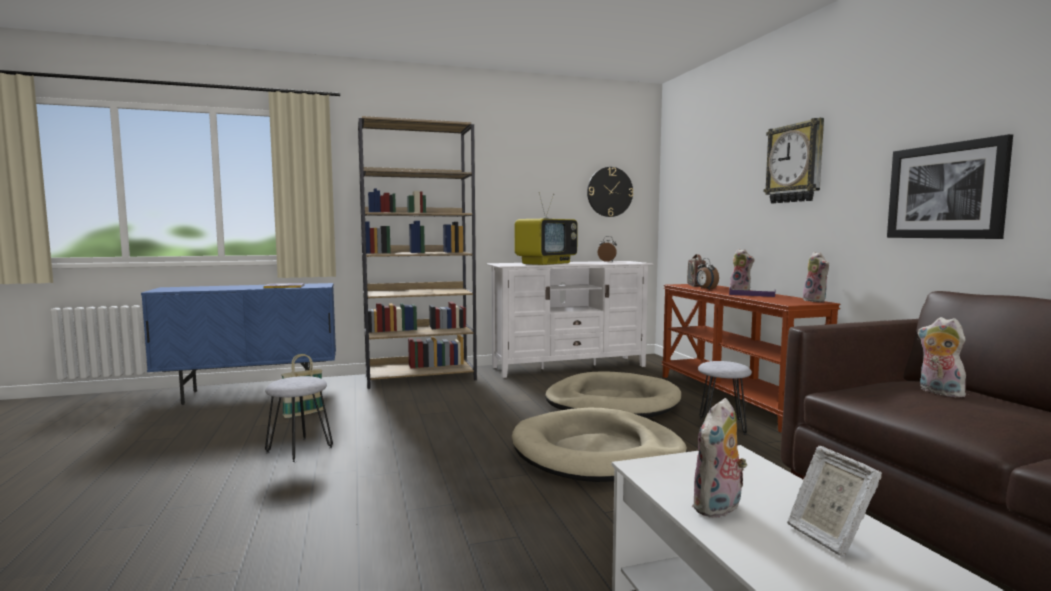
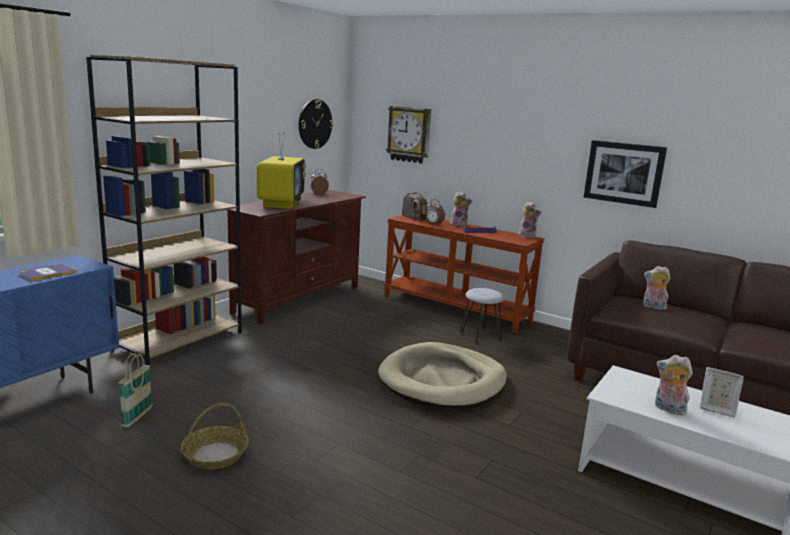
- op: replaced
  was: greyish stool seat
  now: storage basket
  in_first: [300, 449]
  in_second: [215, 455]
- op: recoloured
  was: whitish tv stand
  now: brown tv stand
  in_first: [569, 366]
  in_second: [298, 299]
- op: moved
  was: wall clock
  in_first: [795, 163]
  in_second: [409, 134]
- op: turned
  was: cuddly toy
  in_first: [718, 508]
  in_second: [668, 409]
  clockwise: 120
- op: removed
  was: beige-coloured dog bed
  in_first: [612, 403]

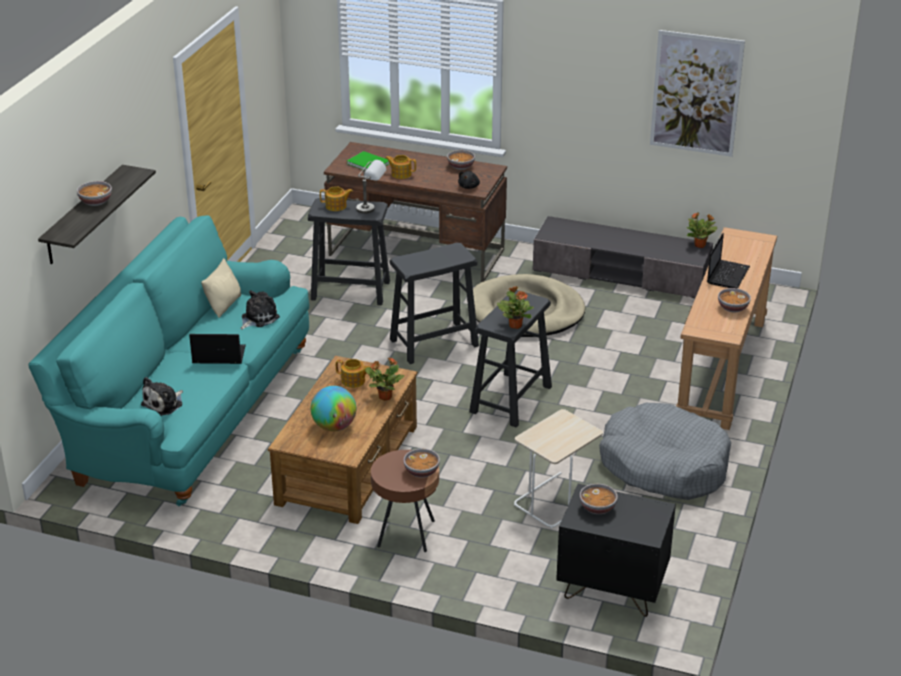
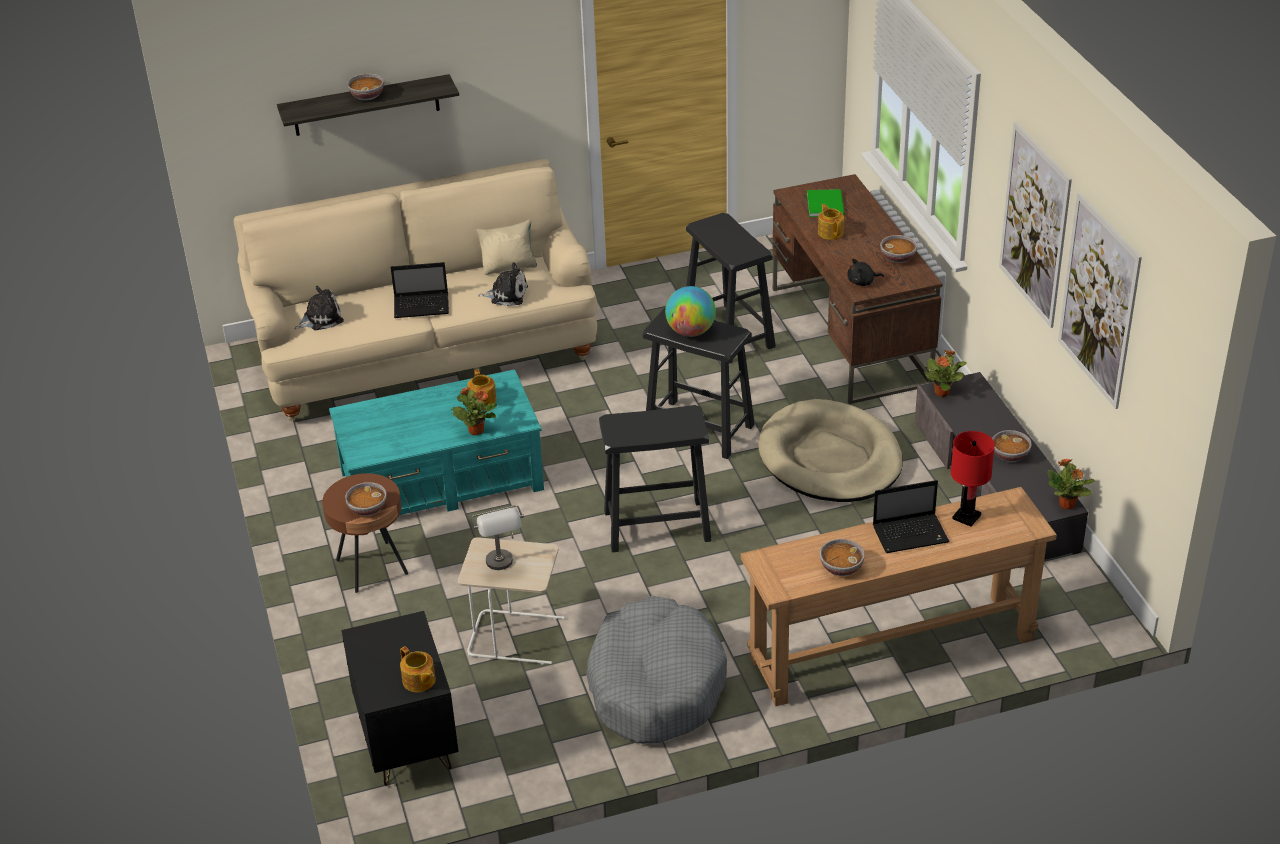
- op: recoloured
  was: turquoise sofa
  now: beige-coloured sofa
  in_first: [189, 413]
  in_second: [425, 354]
- op: turned
  was: cuddly toy
  in_first: [164, 404]
  in_second: [320, 319]
  clockwise: 150
- op: recoloured
  was: brown coffee table
  now: turquoise coffee table
  in_first: [348, 464]
  in_second: [442, 480]
- op: turned
  was: portable computer
  in_first: [217, 356]
  in_second: [423, 306]
  clockwise: 120
- op: moved
  was: pot for tea
  in_first: [336, 206]
  in_second: [419, 681]
- op: moved
  was: greyish tabletop lamp
  in_first: [371, 209]
  in_second: [502, 567]
- op: moved
  was: desk globe
  in_first: [334, 427]
  in_second: [690, 332]
- op: moved
  was: plant in a pot
  in_first: [515, 325]
  in_second: [942, 392]
- op: added
  now: reddish tabletop lamp
  in_second: [966, 517]
- op: moved
  was: deep dish
  in_first: [598, 508]
  in_second: [1010, 455]
- op: added
  now: wall art
  in_second: [1034, 225]

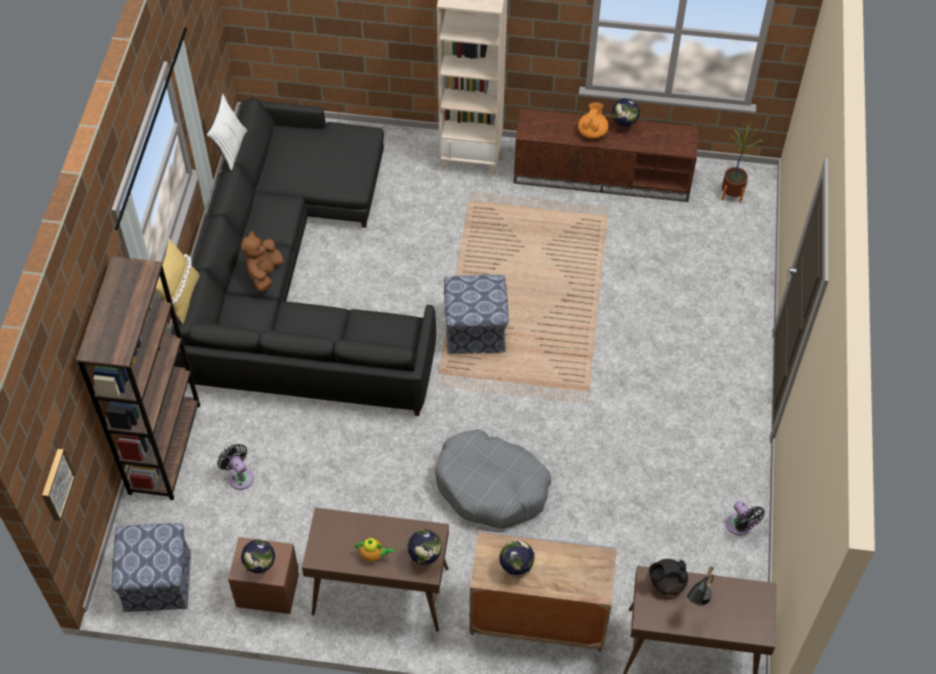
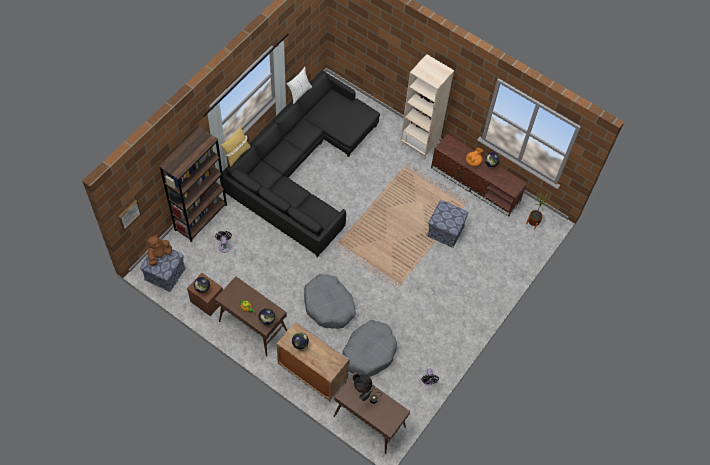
- op: moved
  was: brown cuddly toy
  in_first: [264, 274]
  in_second: [159, 255]
- op: added
  now: greyish dog bed
  in_second: [369, 352]
- op: moved
  was: pouffe
  in_first: [476, 330]
  in_second: [445, 231]

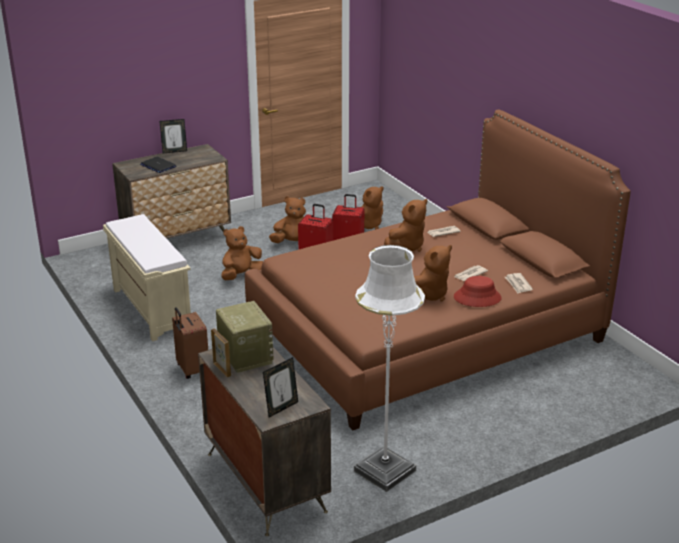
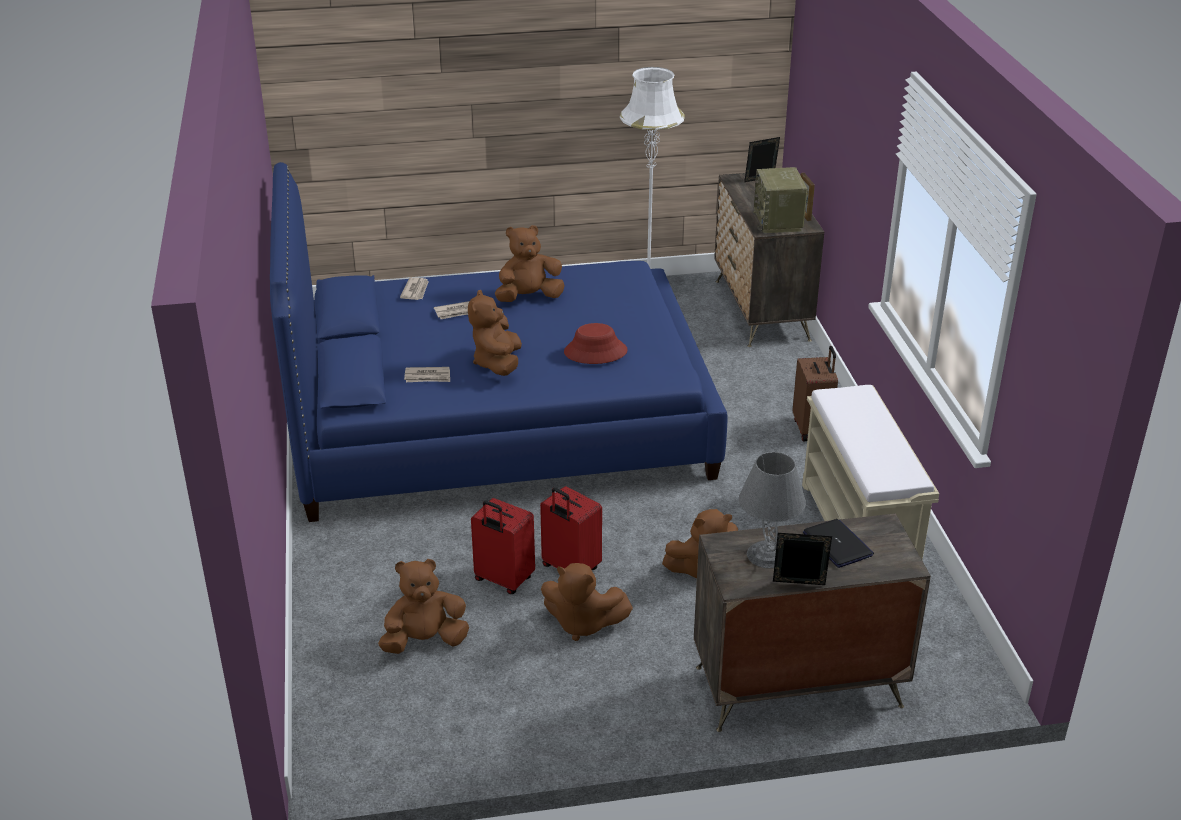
- op: recoloured
  was: brown bedroom bed
  now: blue bedroom bed
  in_first: [425, 331]
  in_second: [497, 419]
- op: turned
  was: brown cuddly toy
  in_first: [406, 246]
  in_second: [497, 363]
  clockwise: -60
- op: moved
  was: reddish clothing hat
  in_first: [477, 298]
  in_second: [595, 352]
- op: added
  now: greyish tabletop lamp
  in_second: [767, 555]

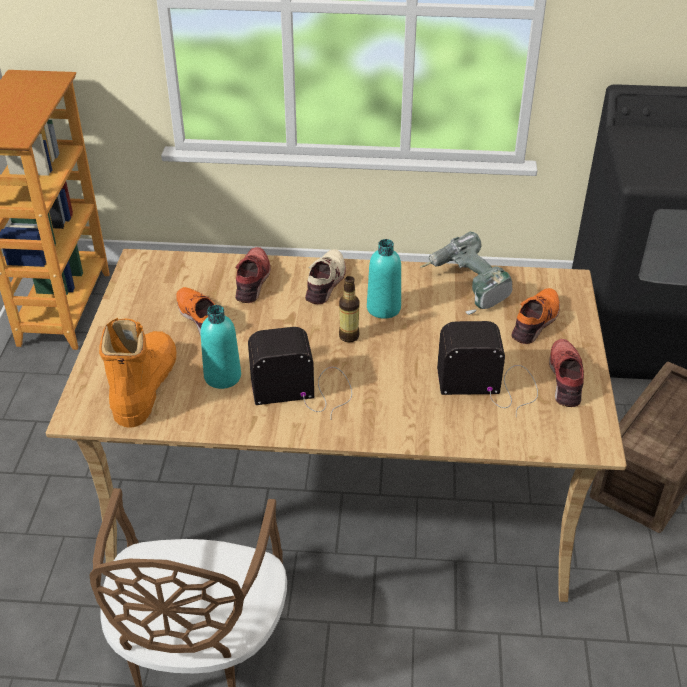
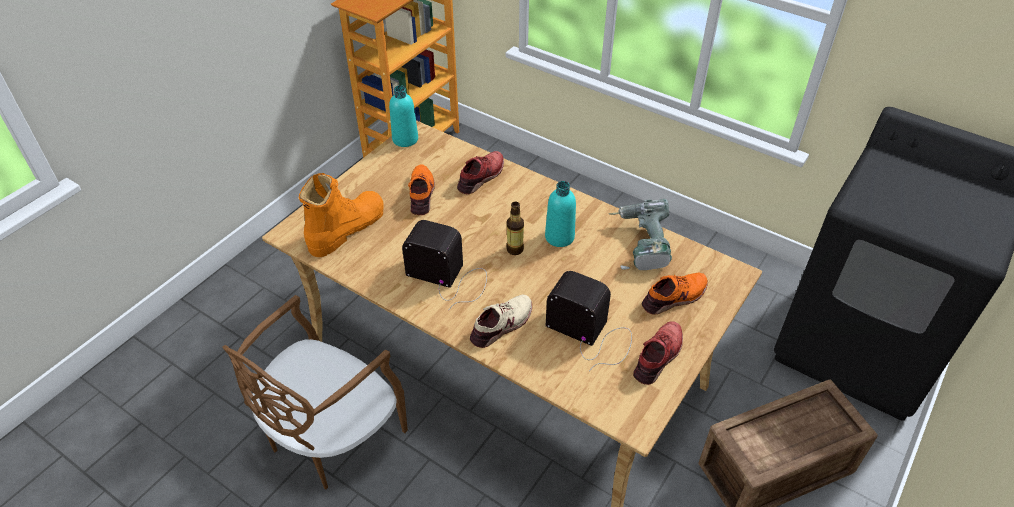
- op: moved
  was: turquoise bottle
  in_first: [222, 377]
  in_second: [405, 139]
- op: moved
  was: beige-coloured low shoe
  in_first: [326, 282]
  in_second: [502, 325]

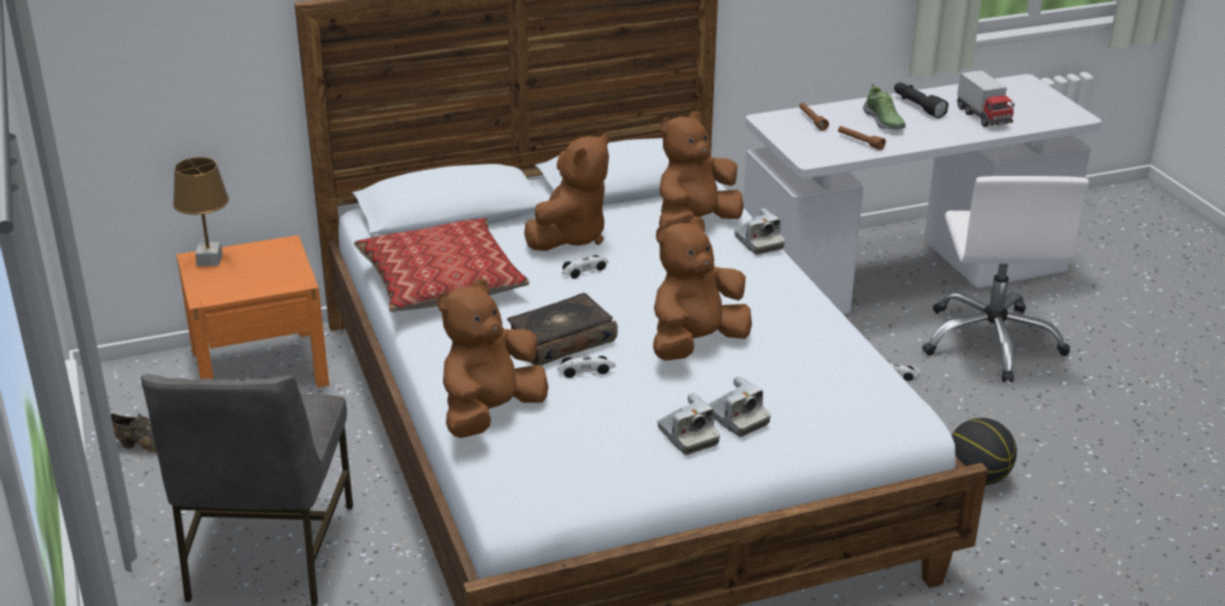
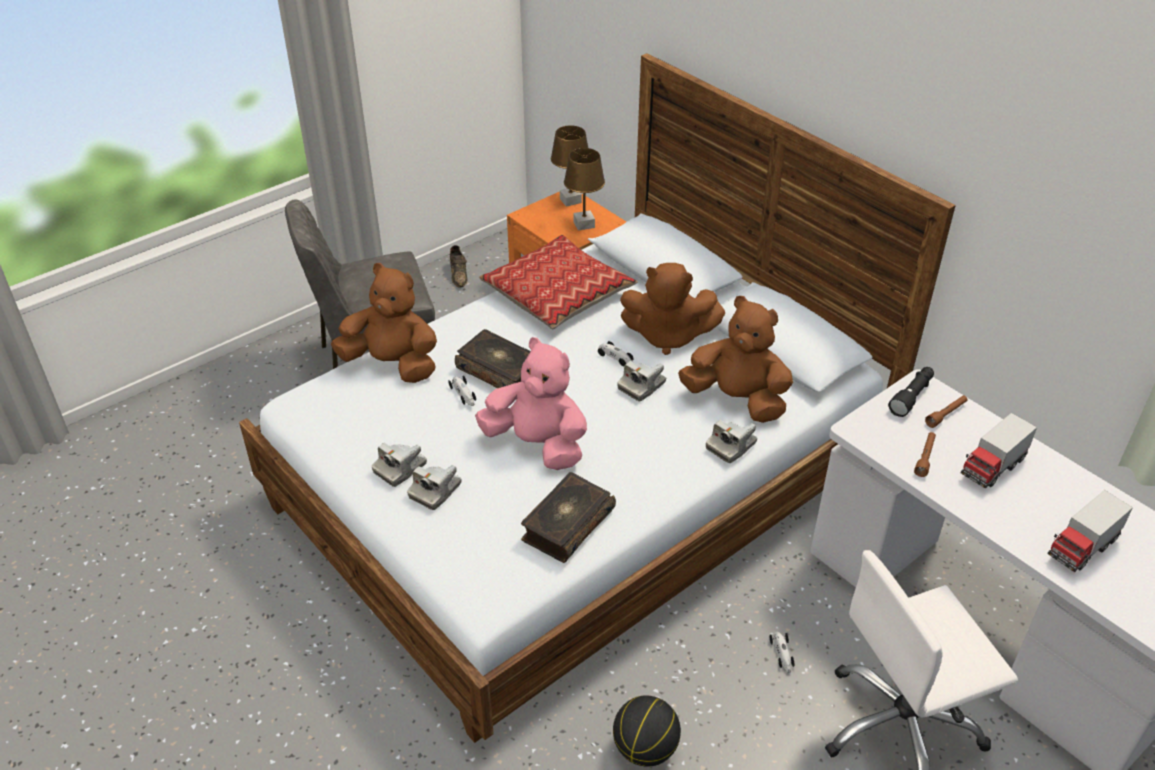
- op: recoloured
  was: brown cuddly toy
  now: pink cuddly toy
  in_first: [695, 344]
  in_second: [537, 444]
- op: added
  now: book
  in_second: [567, 525]
- op: added
  now: brown tabletop lamp
  in_second: [584, 224]
- op: added
  now: photo camera
  in_second: [641, 386]
- op: moved
  was: black torch
  in_first: [917, 106]
  in_second: [911, 396]
- op: replaced
  was: low shoe
  now: model truck
  in_first: [884, 121]
  in_second: [992, 467]

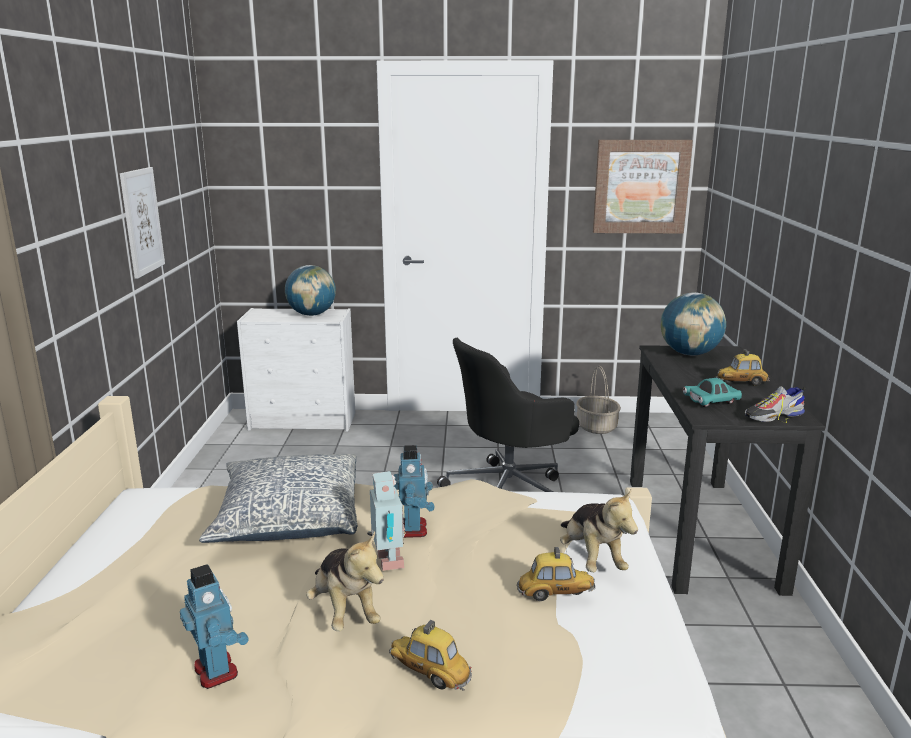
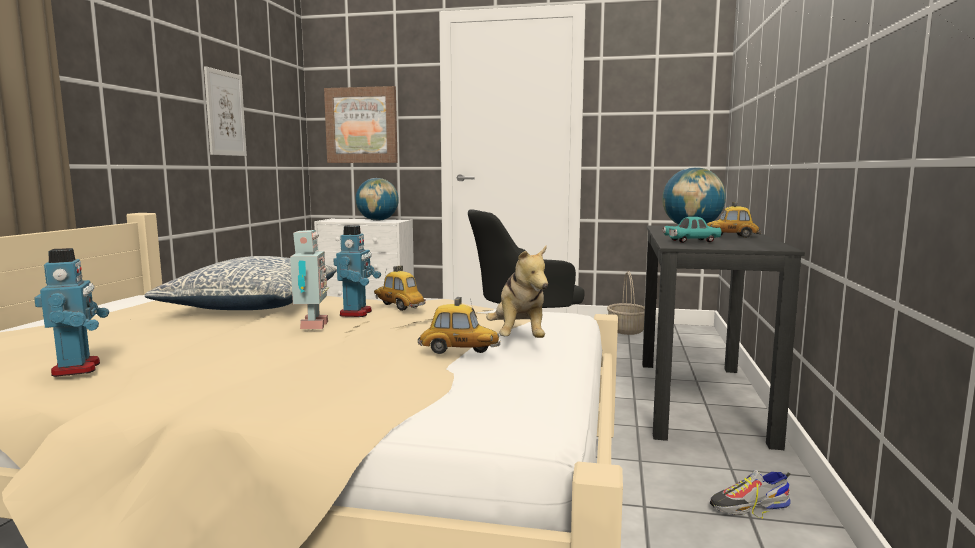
- op: moved
  was: wall art
  in_first: [640, 186]
  in_second: [362, 125]
- op: moved
  was: model car
  in_first: [429, 673]
  in_second: [398, 307]
- op: moved
  was: low shoe
  in_first: [773, 416]
  in_second: [749, 506]
- op: removed
  was: cuddly toy
  in_first: [345, 611]

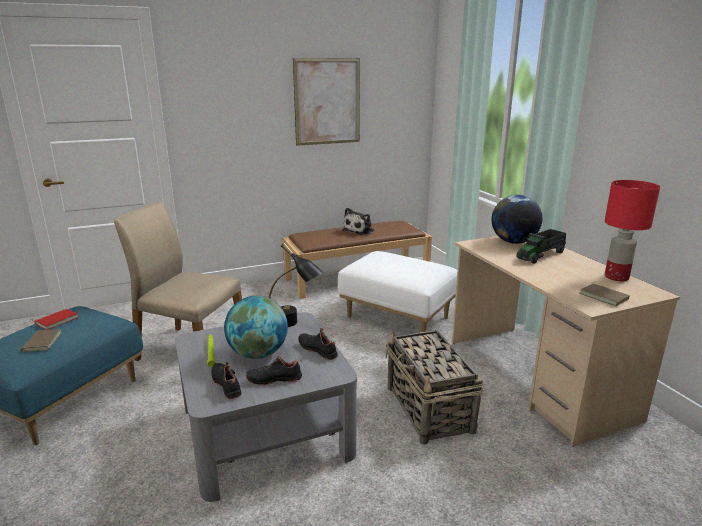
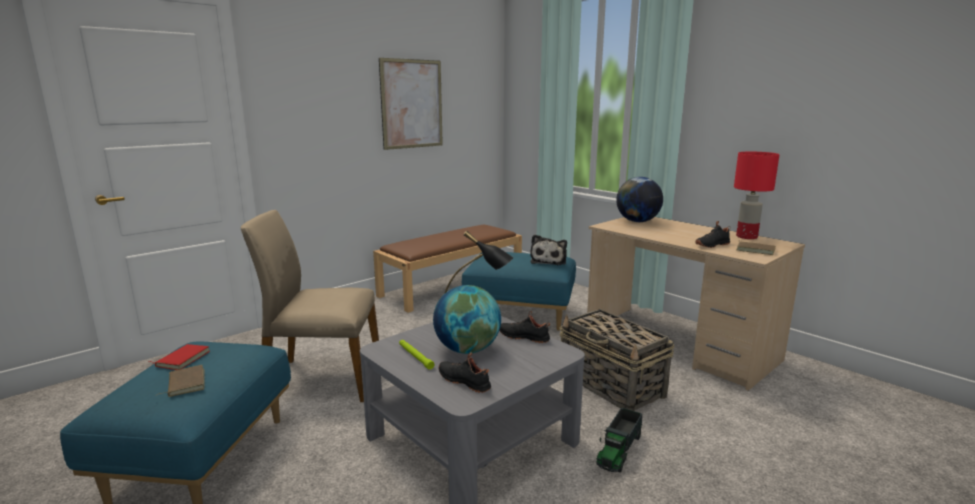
- op: recoloured
  was: whitish pouffe
  now: blue pouffe
  in_first: [398, 317]
  in_second: [520, 315]
- op: moved
  was: cuddly toy
  in_first: [360, 230]
  in_second: [549, 261]
- op: moved
  was: model truck
  in_first: [540, 256]
  in_second: [619, 450]
- op: moved
  was: black low shoe
  in_first: [274, 379]
  in_second: [711, 245]

